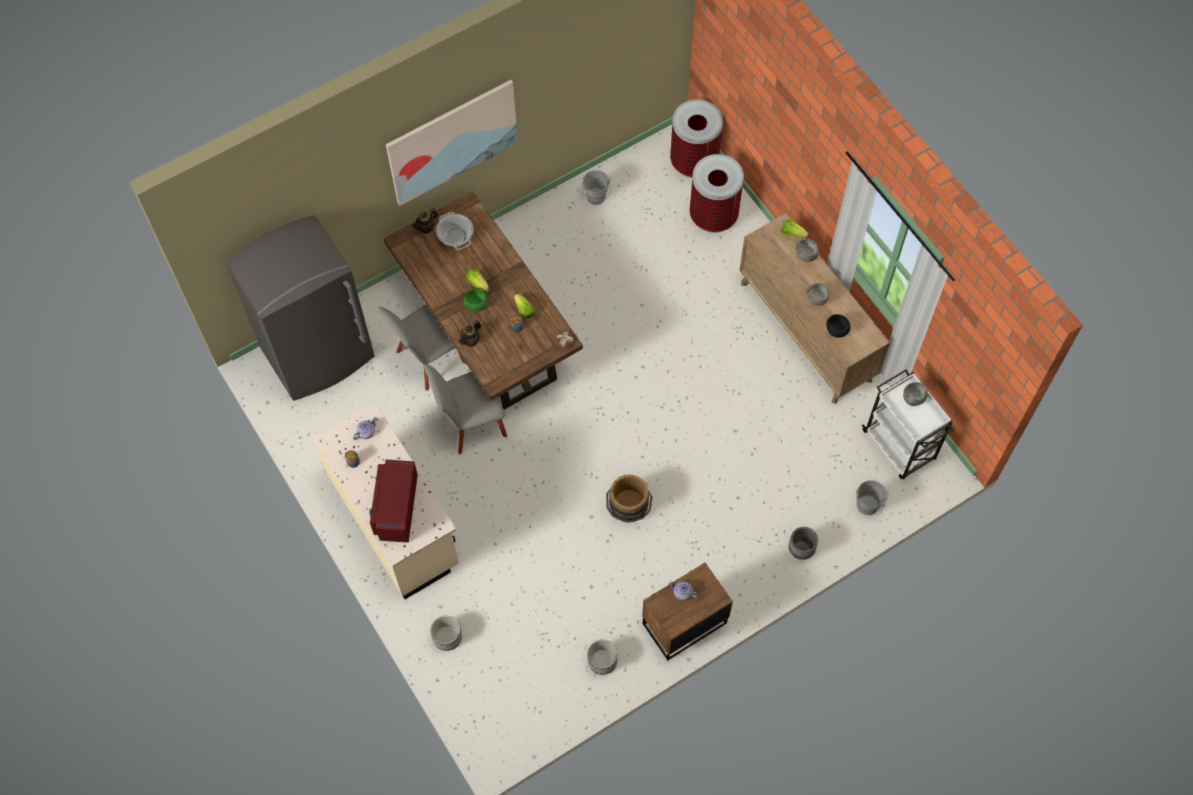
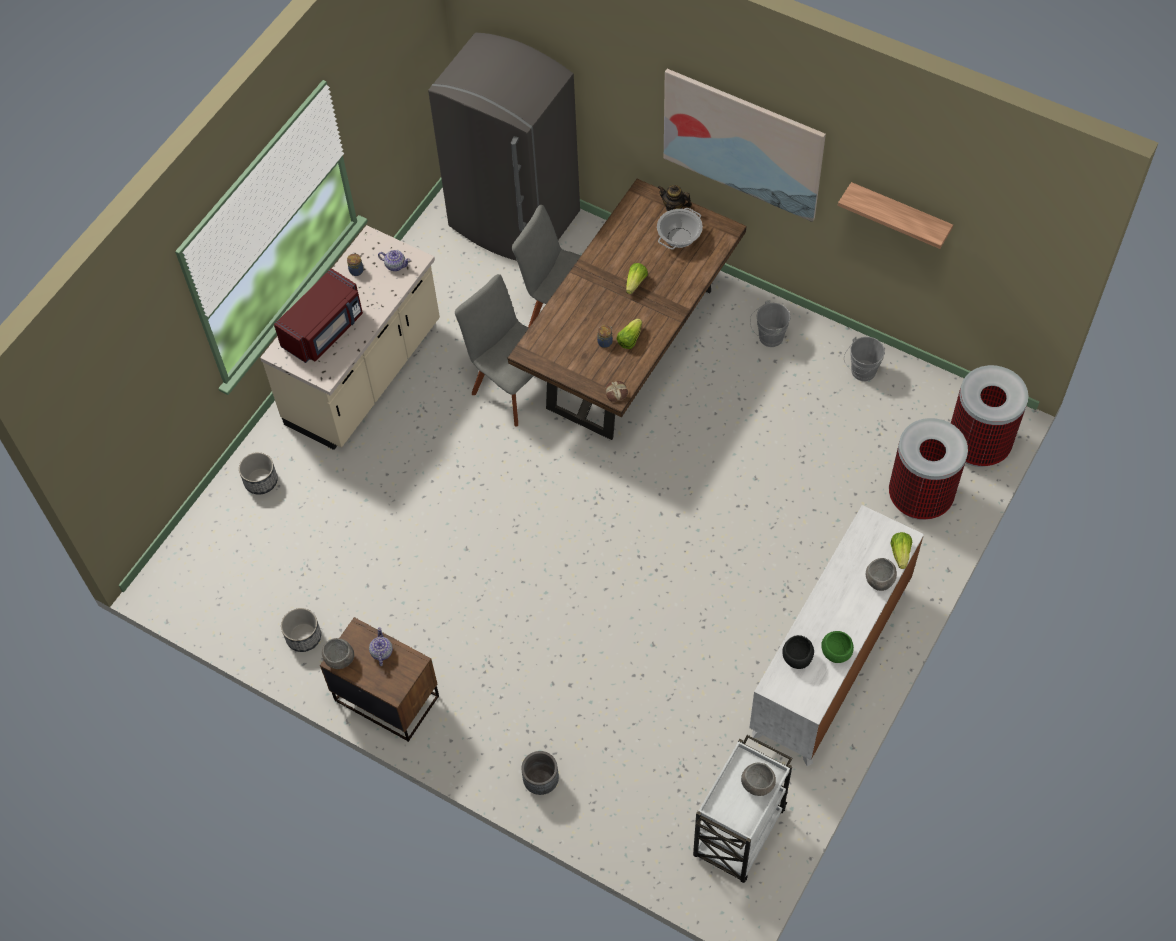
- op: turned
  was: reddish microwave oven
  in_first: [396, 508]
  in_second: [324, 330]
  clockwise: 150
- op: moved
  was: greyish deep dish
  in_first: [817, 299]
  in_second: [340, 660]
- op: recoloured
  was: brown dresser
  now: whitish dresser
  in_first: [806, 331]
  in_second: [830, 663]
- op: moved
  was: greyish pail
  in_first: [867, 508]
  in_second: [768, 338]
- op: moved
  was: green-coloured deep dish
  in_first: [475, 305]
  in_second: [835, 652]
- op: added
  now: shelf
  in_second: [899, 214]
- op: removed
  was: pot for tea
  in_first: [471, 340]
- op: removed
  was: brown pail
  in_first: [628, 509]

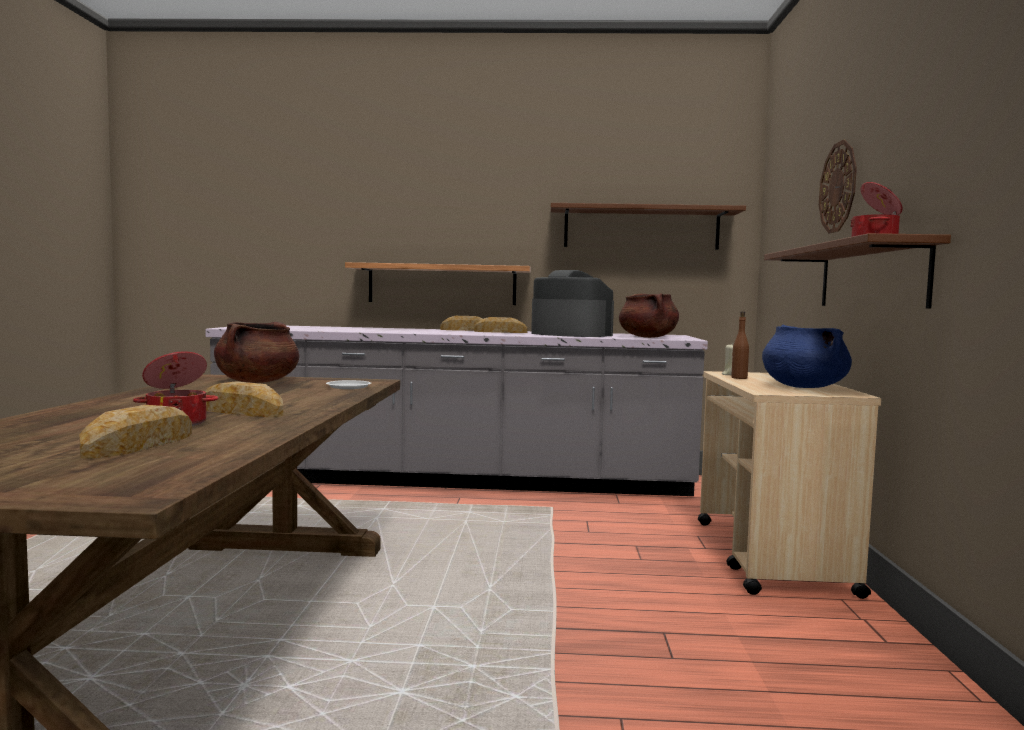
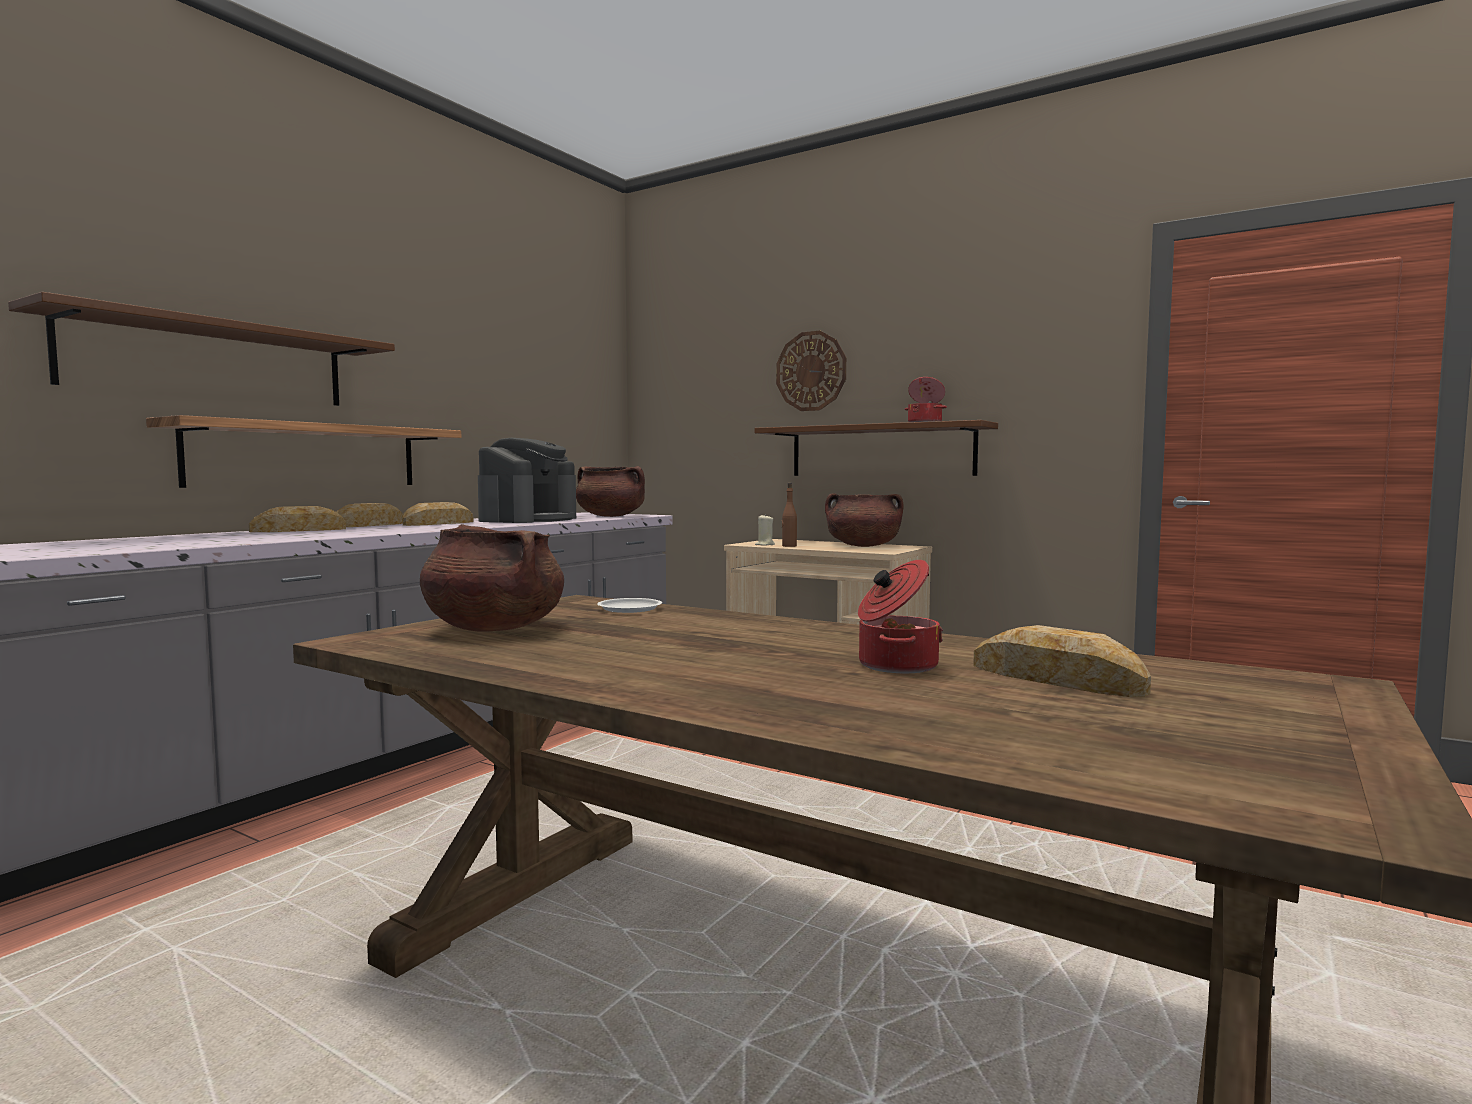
- op: moved
  was: brown shelf
  in_first: [641, 228]
  in_second: [211, 362]
- op: moved
  was: baked bread
  in_first: [241, 411]
  in_second: [298, 530]
- op: turned
  was: coffee machine
  in_first: [570, 334]
  in_second: [529, 519]
  clockwise: 135
- op: recoloured
  was: blue saucepot
  now: brown saucepot
  in_first: [803, 387]
  in_second: [863, 546]

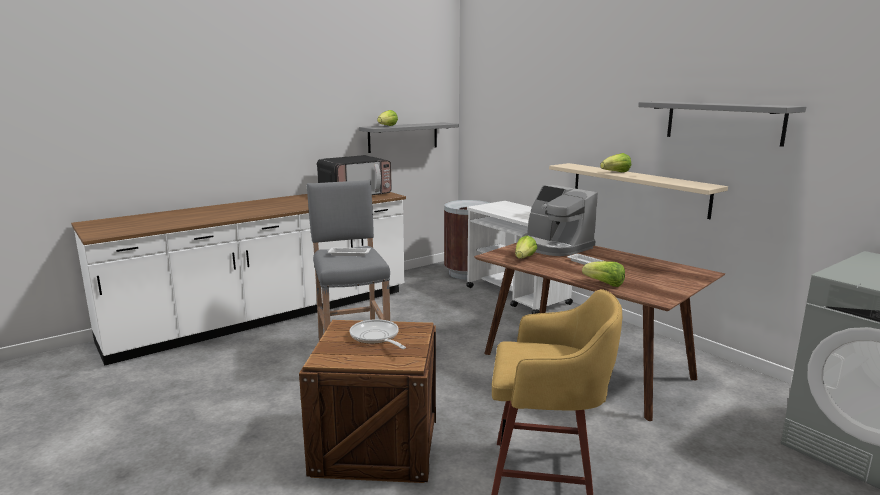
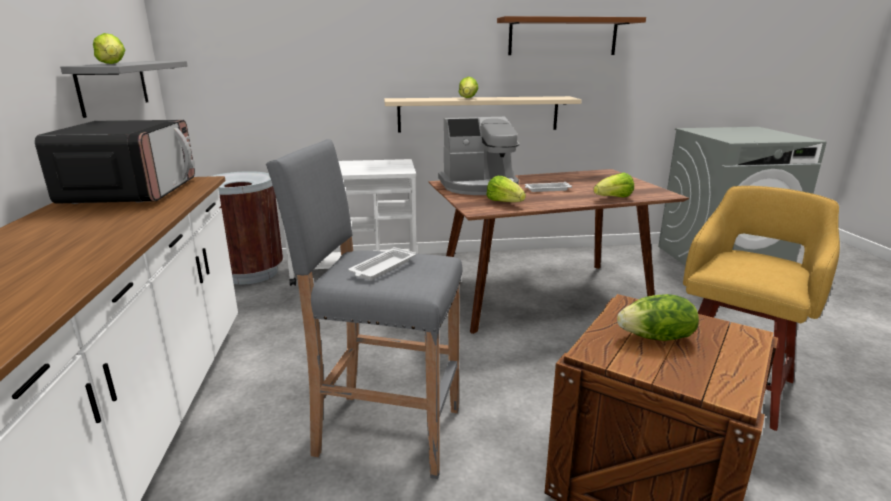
- op: recoloured
  was: greyish shelf
  now: brown shelf
  in_first: [723, 122]
  in_second: [562, 36]
- op: replaced
  was: skillet
  now: head of lettuce
  in_first: [376, 338]
  in_second: [656, 338]

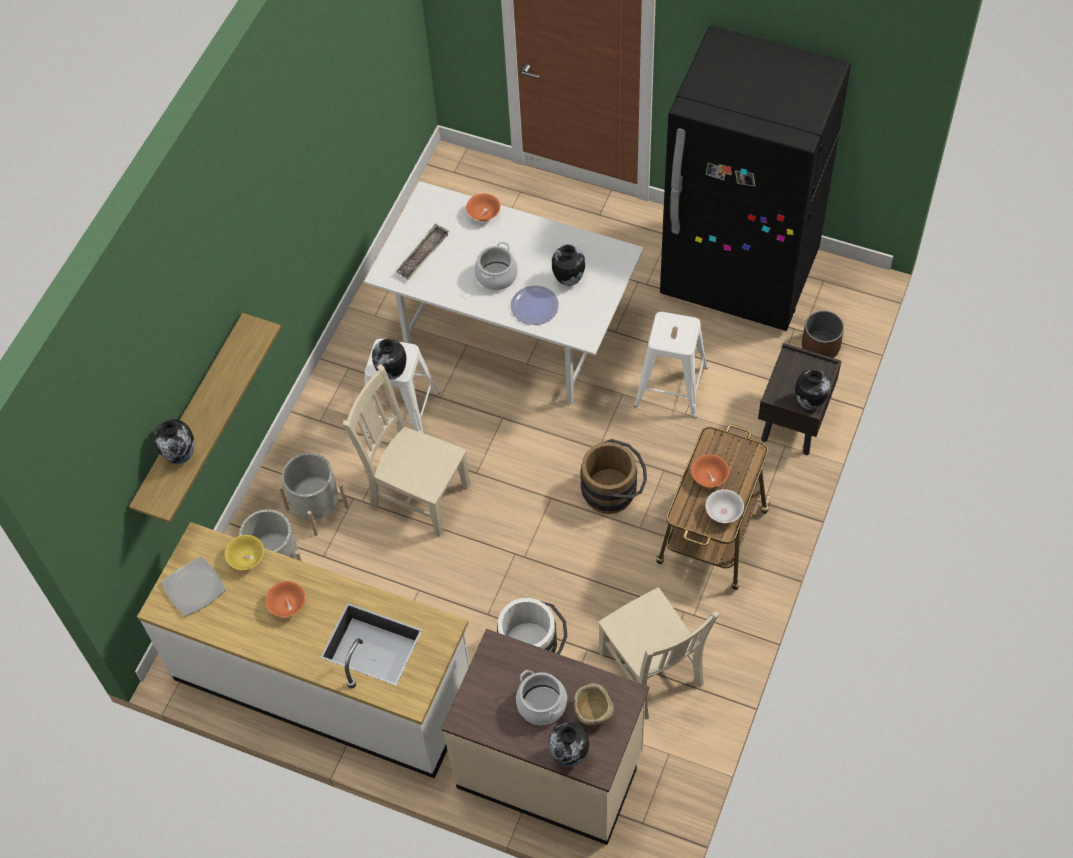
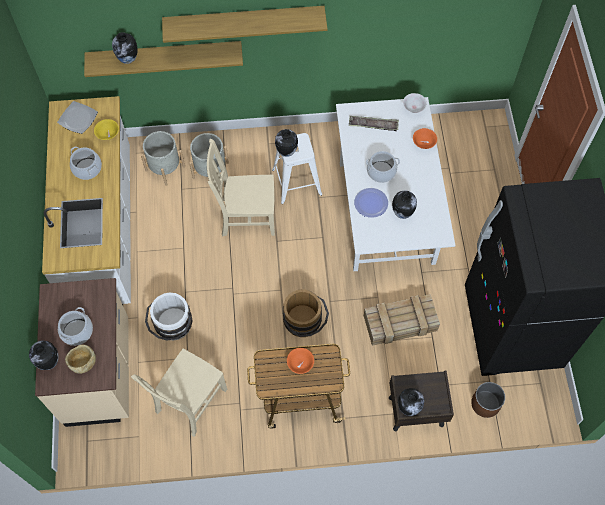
- op: replaced
  was: orangey deep dish
  now: saucepot
  in_first: [287, 605]
  in_second: [87, 168]
- op: added
  now: shelf
  in_second: [244, 21]
- op: turned
  was: beige-coloured chair
  in_first: [417, 494]
  in_second: [246, 216]
  clockwise: -90
- op: replaced
  was: whitish stool seat
  now: packing crate
  in_first: [671, 387]
  in_second: [399, 324]
- op: moved
  was: whitish deep dish
  in_first: [724, 512]
  in_second: [413, 108]

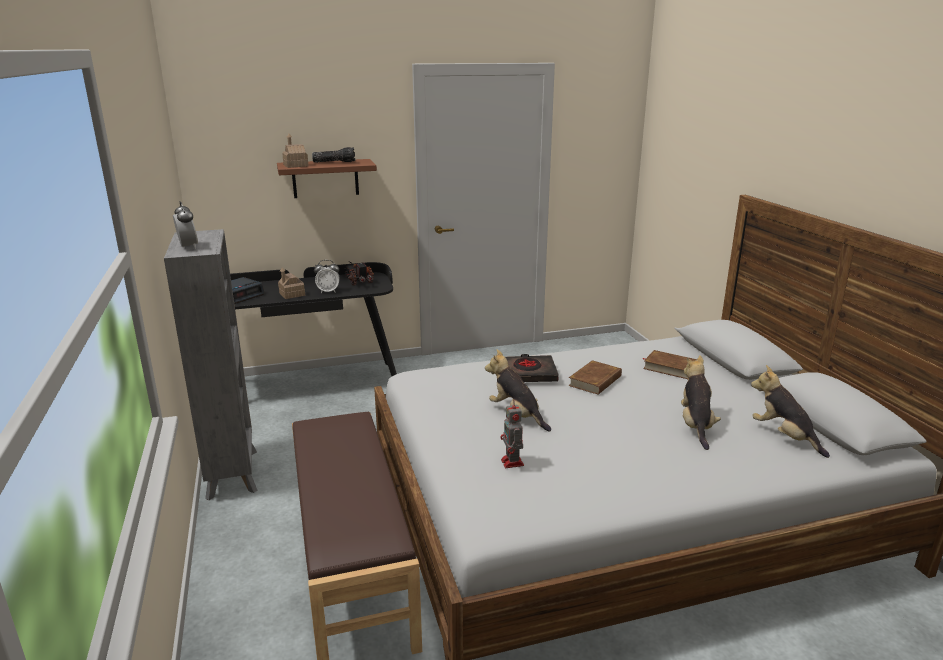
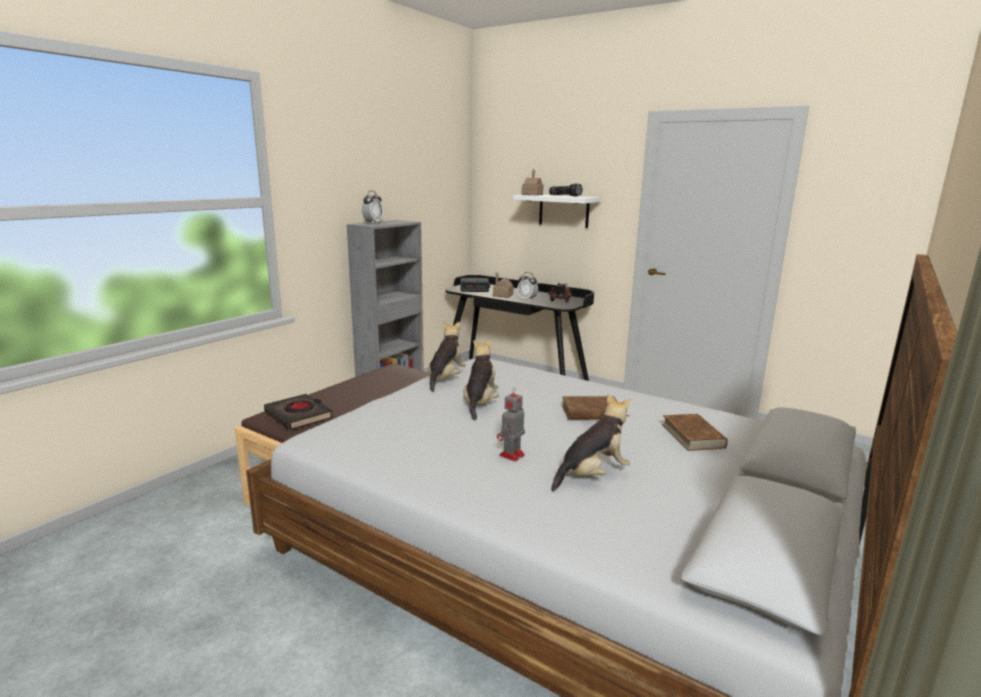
- op: moved
  was: black book
  in_first: [526, 373]
  in_second: [299, 416]
- op: moved
  was: cuddly toy
  in_first: [784, 436]
  in_second: [445, 378]
- op: moved
  was: model robot
  in_first: [512, 463]
  in_second: [511, 456]
- op: recoloured
  was: brown shelf
  now: whitish shelf
  in_first: [325, 178]
  in_second: [564, 210]

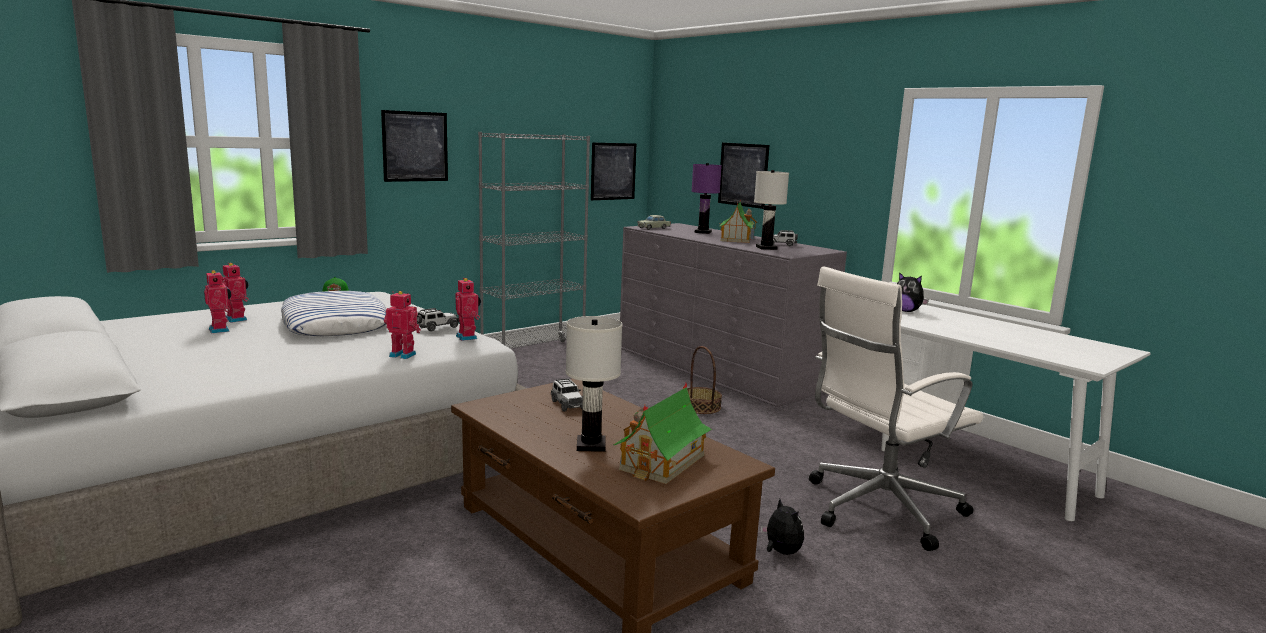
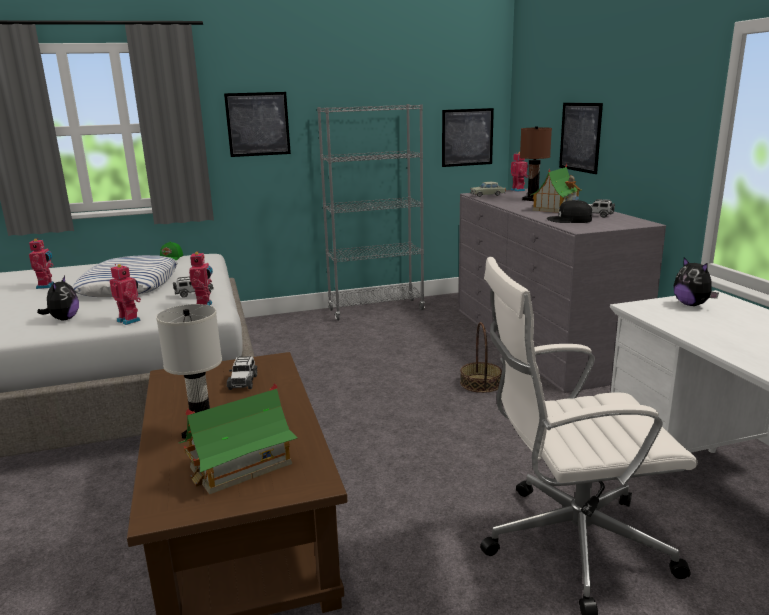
- op: moved
  was: cuddly toy
  in_first: [781, 552]
  in_second: [64, 319]
- op: moved
  was: model robot
  in_first: [237, 319]
  in_second: [518, 190]
- op: recoloured
  was: purplish tabletop lamp
  now: brown tabletop lamp
  in_first: [703, 232]
  in_second: [533, 199]
- op: replaced
  was: whitish tabletop lamp
  now: black baseball cap
  in_first: [766, 248]
  in_second: [569, 220]

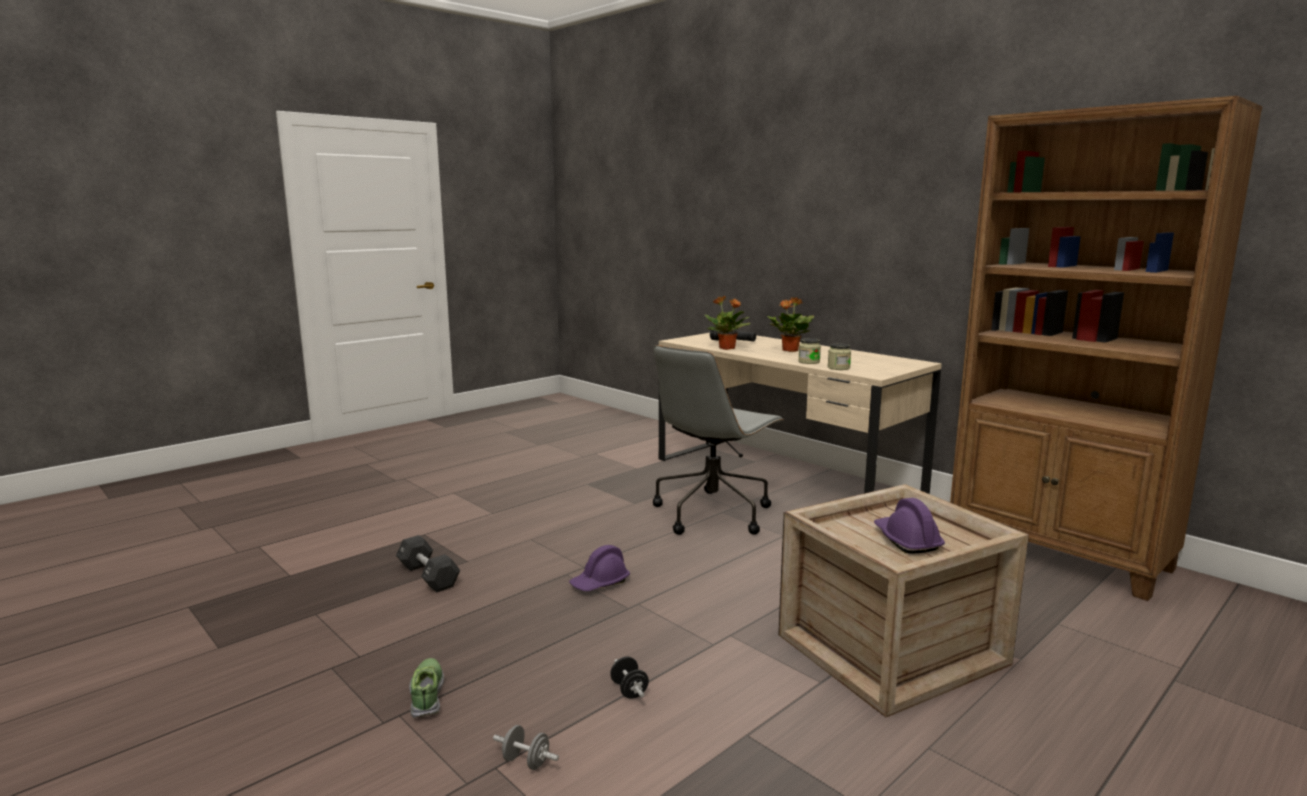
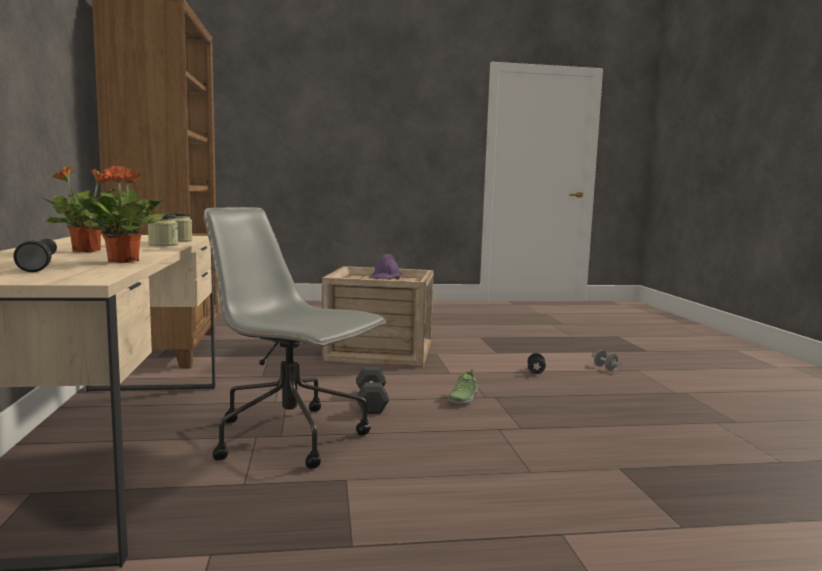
- op: turned
  was: greyish desk chair
  in_first: [713, 513]
  in_second: [292, 437]
  clockwise: -135
- op: moved
  was: black dumbbell
  in_first: [428, 576]
  in_second: [371, 402]
- op: moved
  was: low shoe
  in_first: [427, 695]
  in_second: [462, 398]
- op: removed
  was: purplish safety helmet
  in_first: [600, 583]

